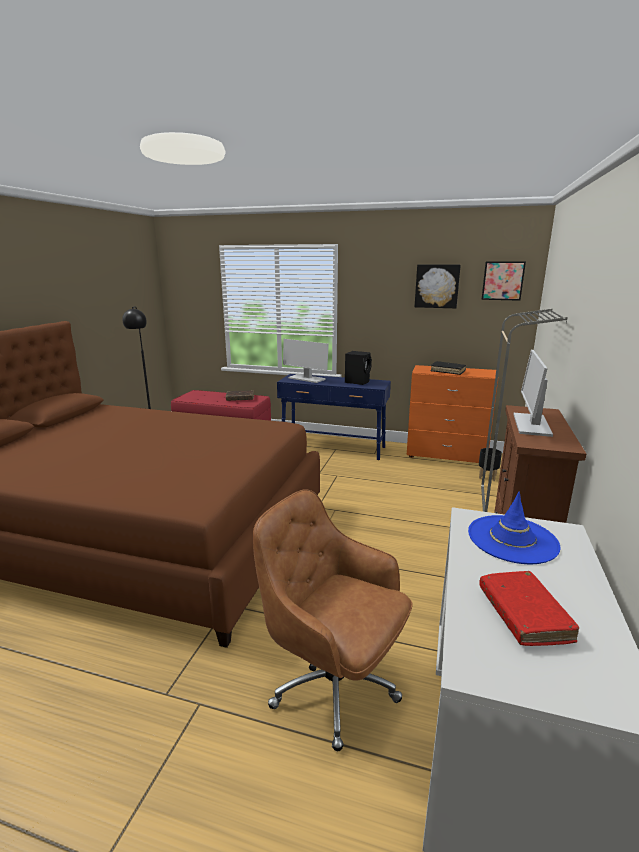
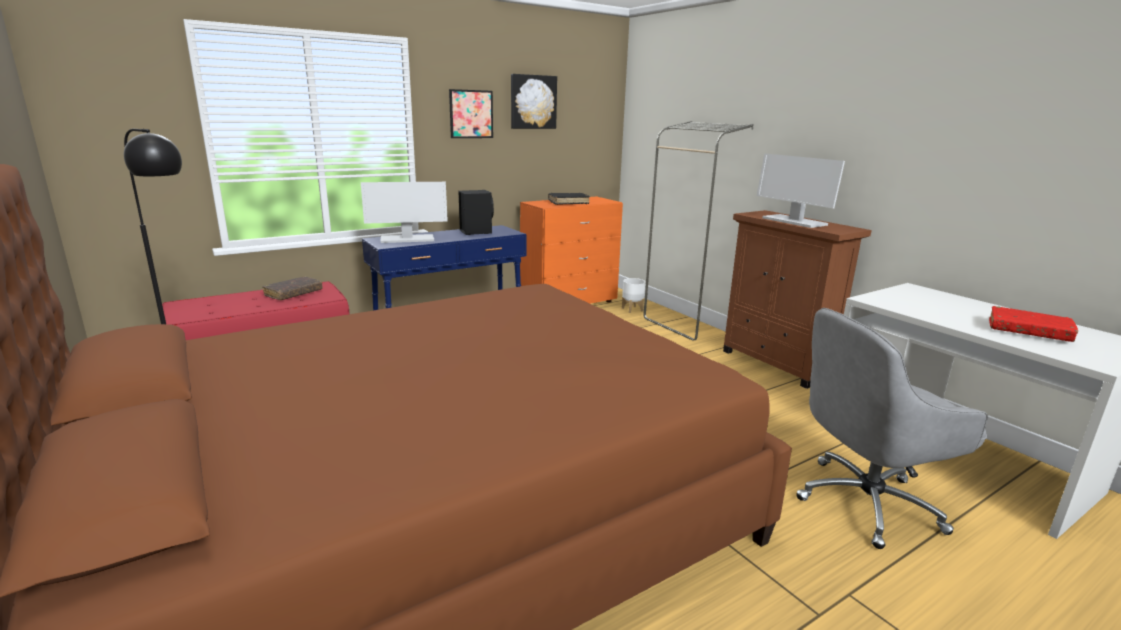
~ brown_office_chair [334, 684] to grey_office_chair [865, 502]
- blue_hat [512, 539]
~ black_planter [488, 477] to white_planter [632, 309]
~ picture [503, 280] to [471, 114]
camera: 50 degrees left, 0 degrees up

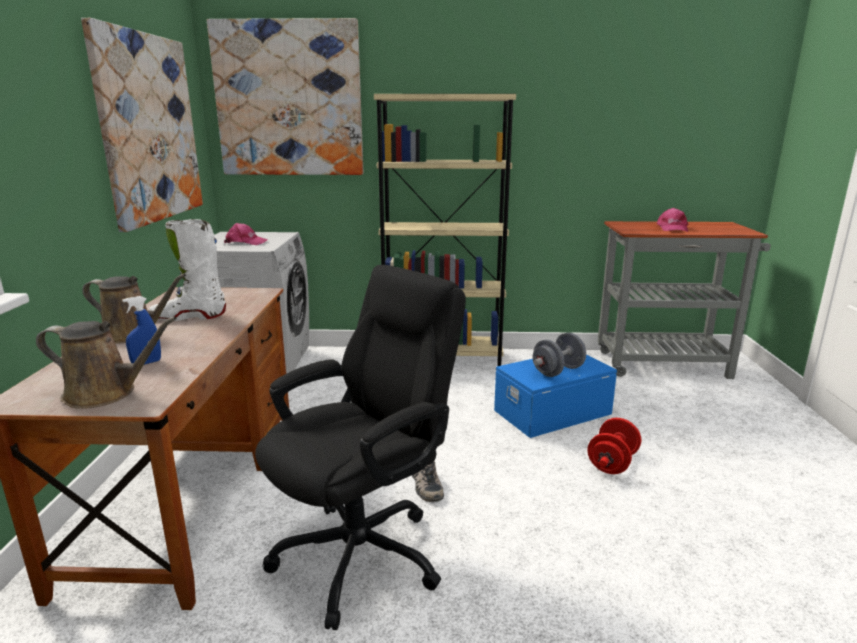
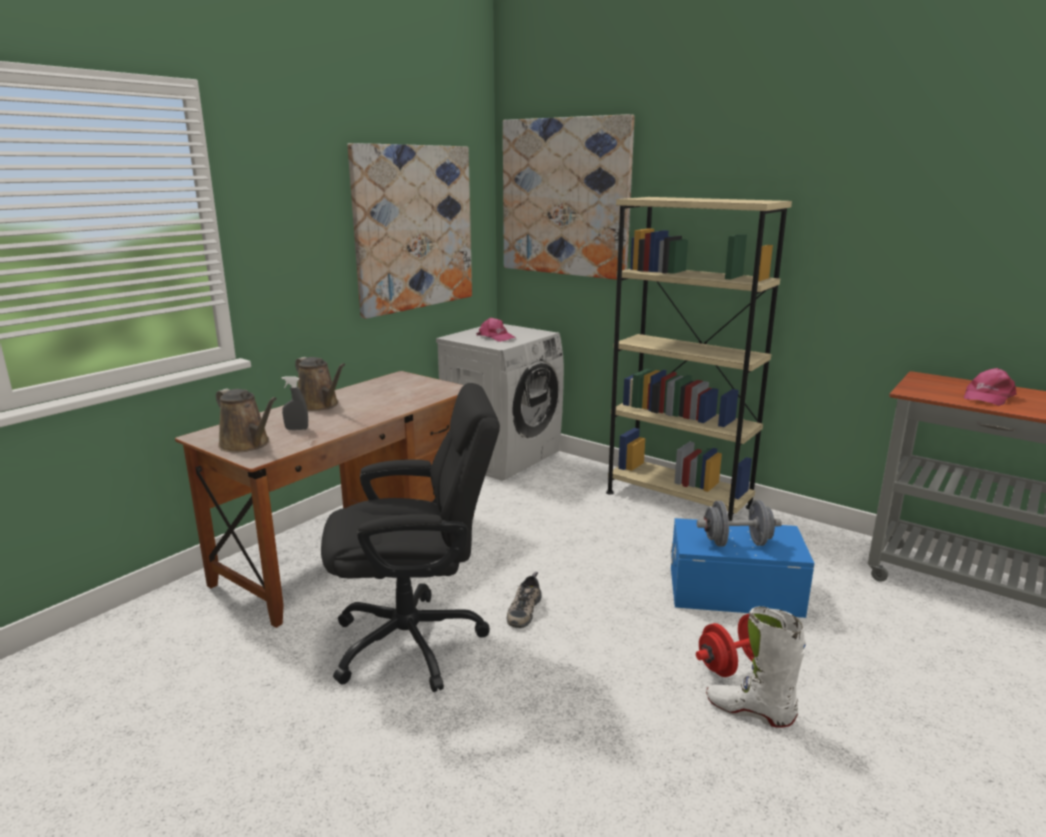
~ blue_spray_bottle [146, 363] to grey_spray_bottle [297, 429]
~ white_boot [189, 317] to [749, 711]
camera: 35 degrees right, 0 degrees up

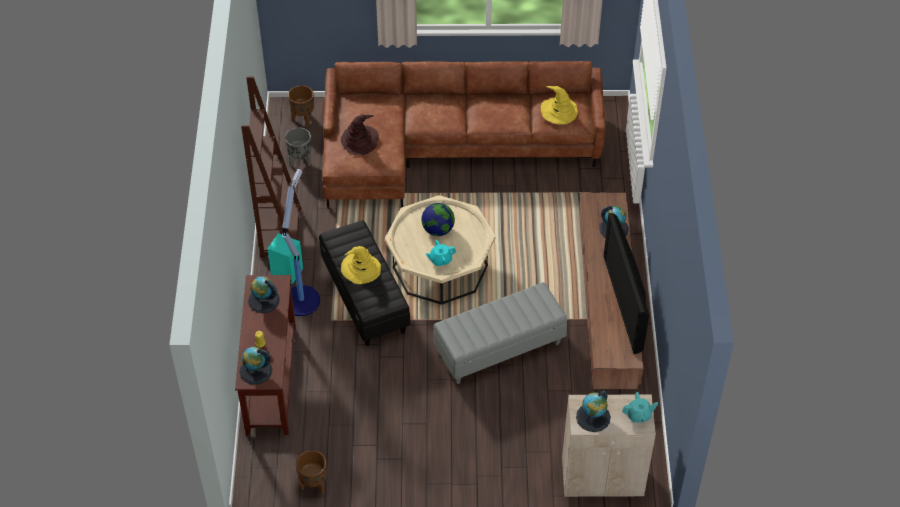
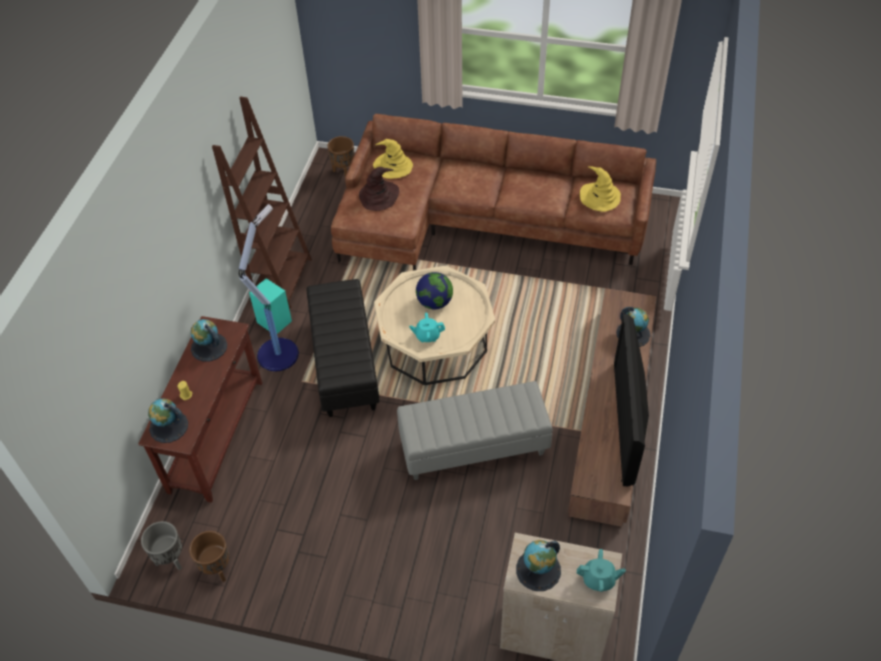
~ grey_planter [300, 161] to [171, 560]
~ yellow_hat [360, 269] to [393, 166]
camera: 15 degrees right, 0 degrees up

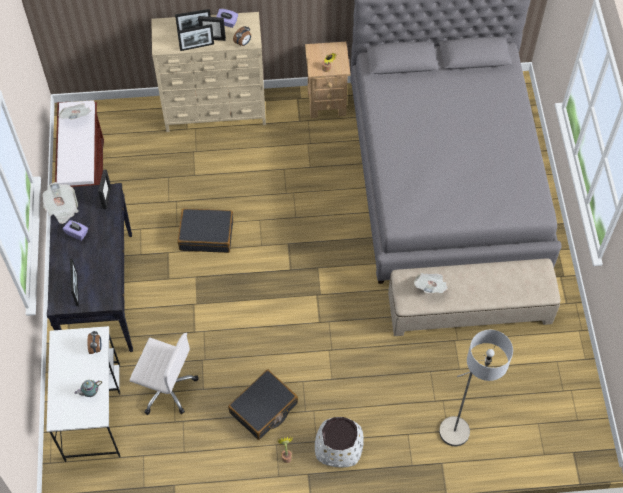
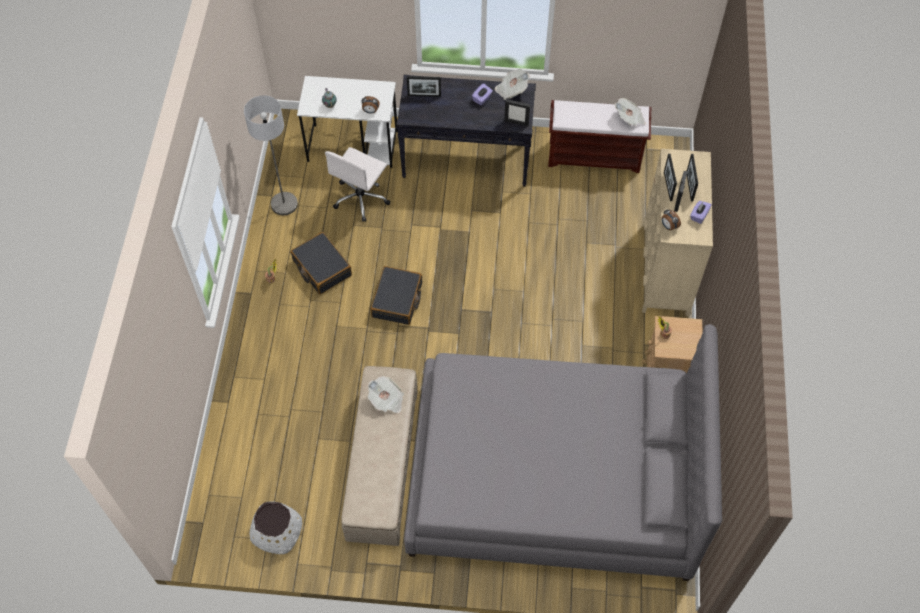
~ black_suitcase [206, 235] to [397, 300]
~ white_planter [339, 446] to [277, 531]
~ grey_floor_lamp [462, 428] to [285, 211]
camera: 100 degrees right, 0 degrees up

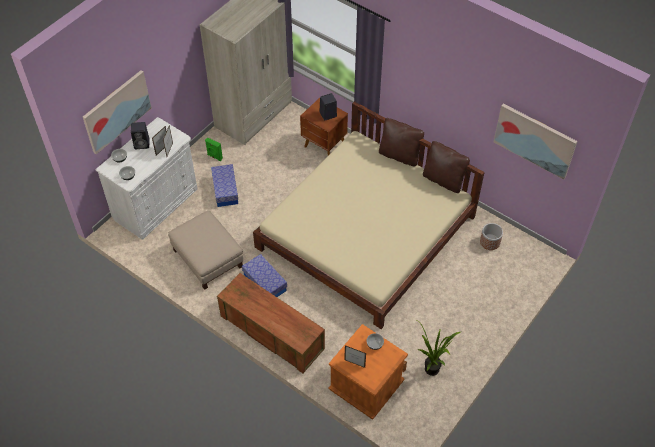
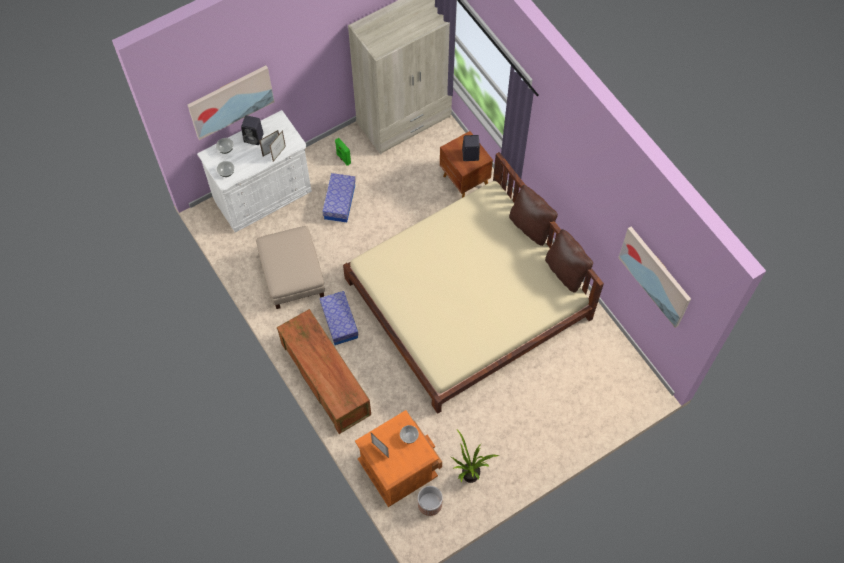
~ planter [490, 242] to [430, 504]
camera: 20 degrees right, 10 degrees up

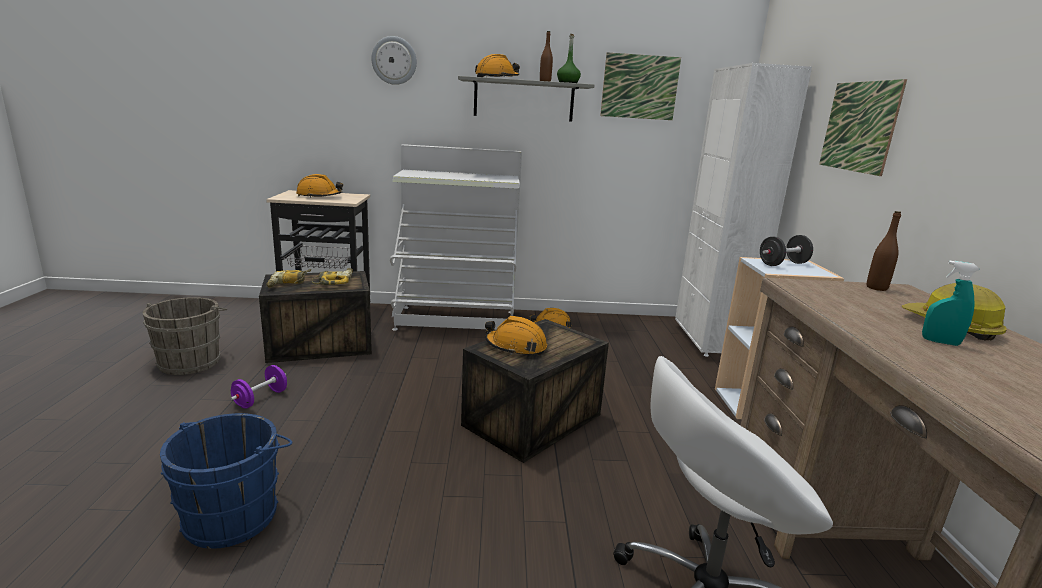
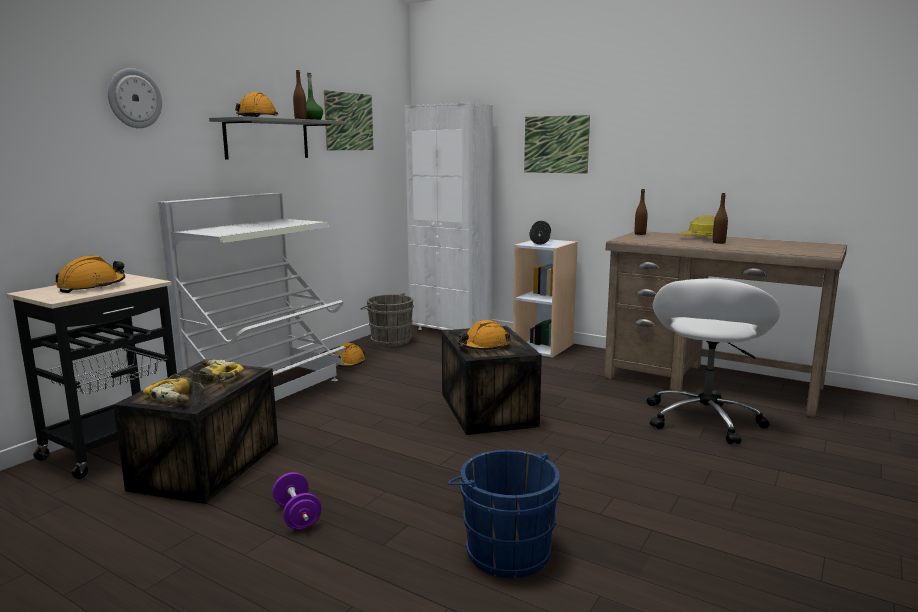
~ grey_bucket [191, 361] to [389, 340]
~ turquoise_spray_bottle [940, 342] to brown_bottle [718, 242]
camera: 55 degrees left, 5 degrees down

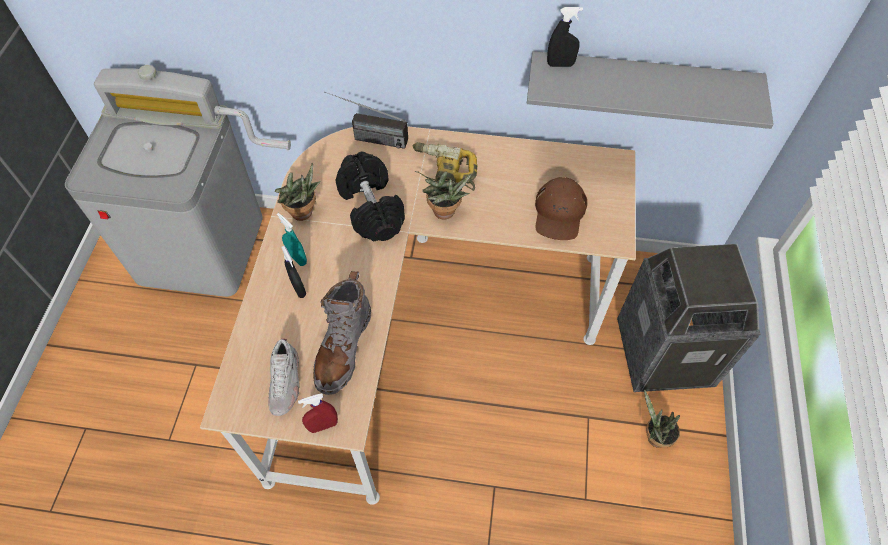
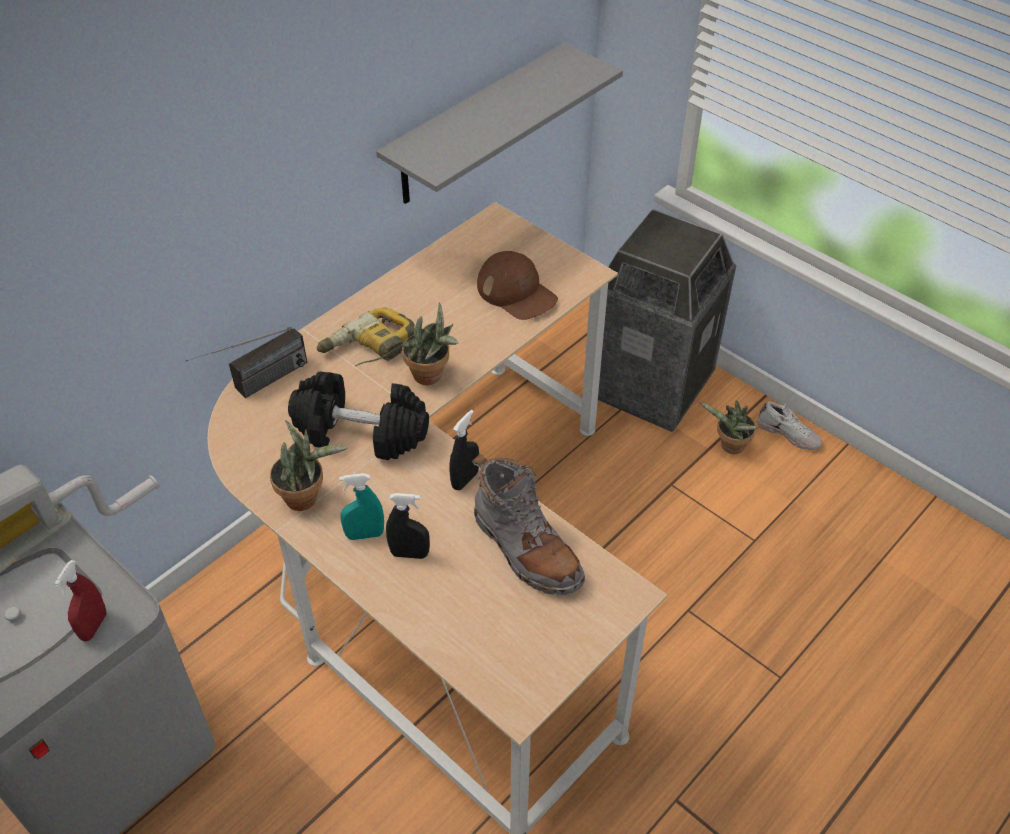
~ white_shoe [285, 382] to [788, 434]
~ red_spray_bottle [323, 425] to [94, 626]
~ black_spray_bottle [560, 64] to [465, 479]
camera: 55 degrees left, 10 degrees down

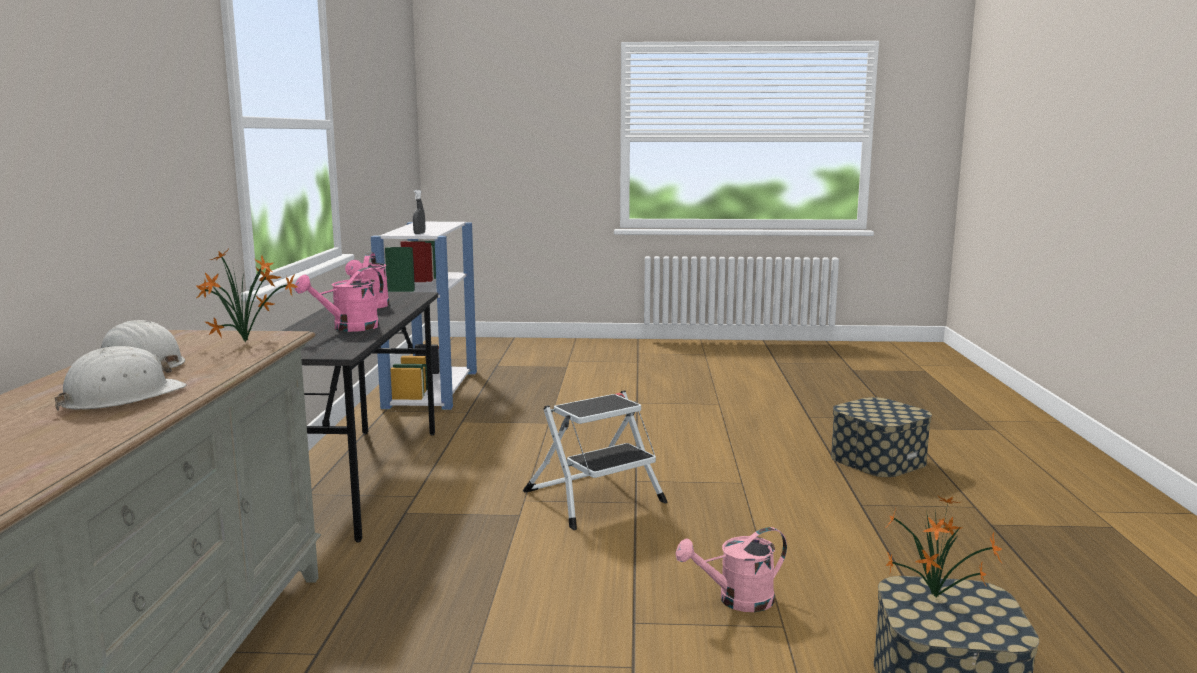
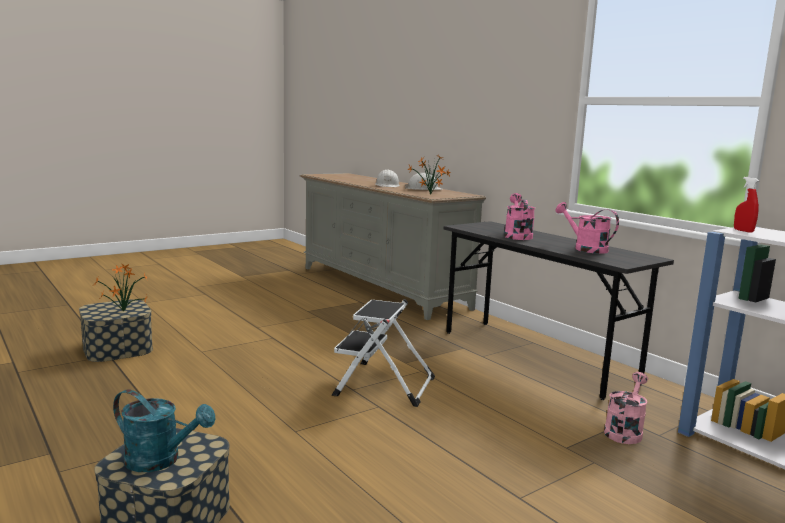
~ grey_spray_bottle [419, 233] to red_spray_bottle [743, 231]
~ pink_watering_can [736, 600] to [624, 431]
+ turquoise_watering_can [161, 461]
camera: 140 degrees right, 0 degrees up

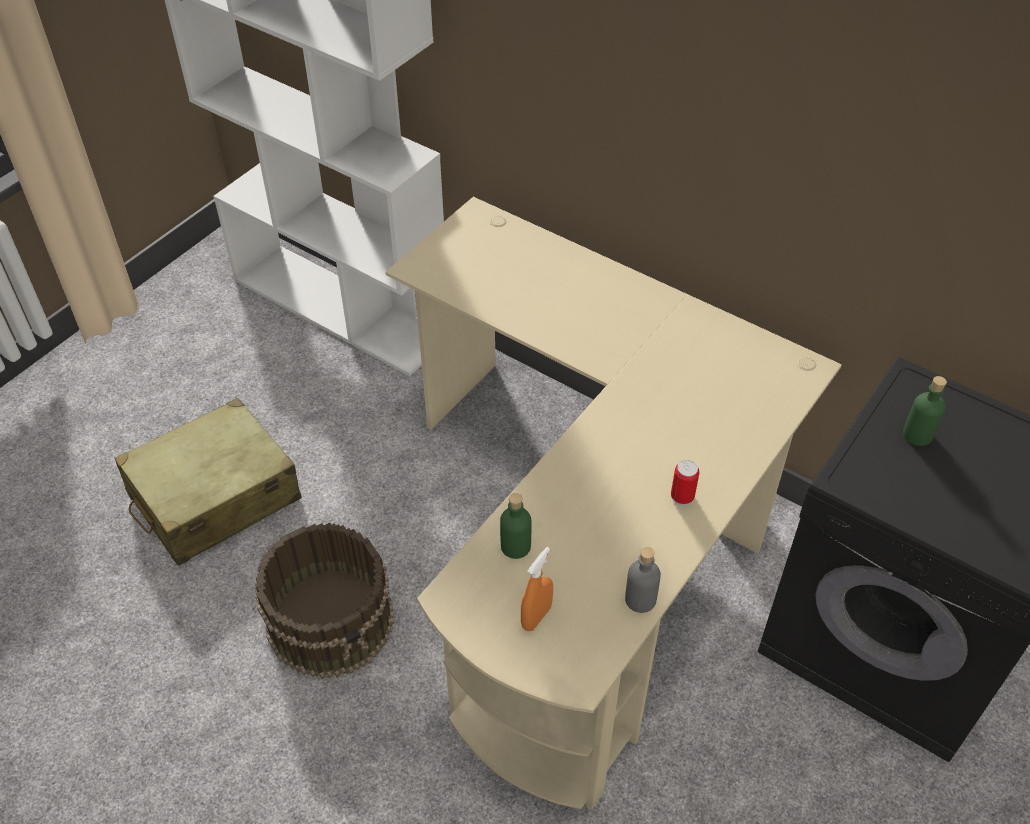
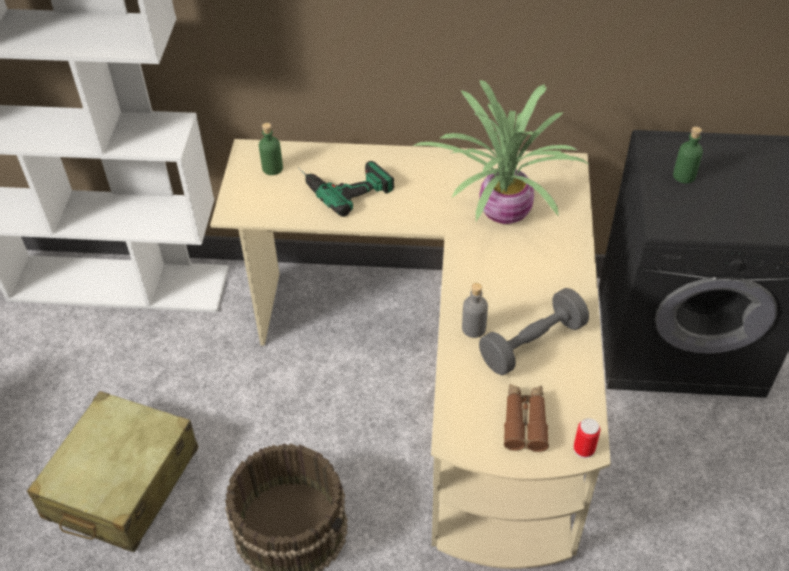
~ green_bottle [515, 546] to [272, 168]
~ orange_spray_bottle [536, 617] to brown_binoculars [525, 421]
~ grey_bottle [640, 599] to [473, 328]
~ can [682, 496] to [584, 449]
+ power_drill [343, 184]
+ potted_plant [502, 211]
+ grey_dumbbell [532, 344]
camera: 30 degrees left, 0 degrees up

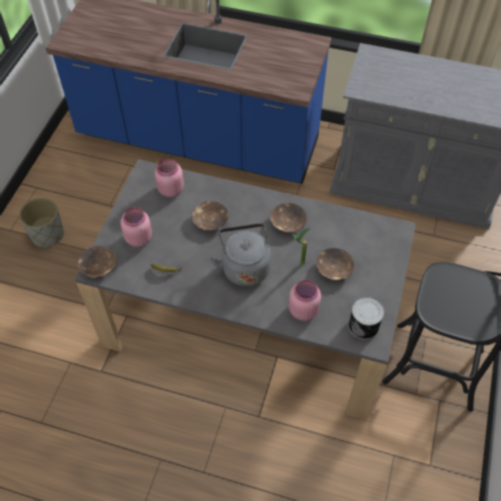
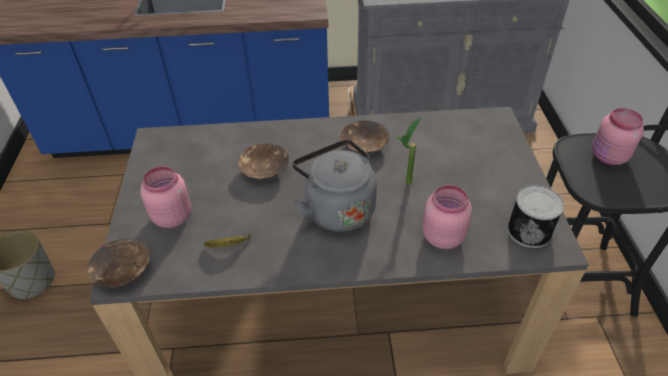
~ pink_jar [170, 190] to [608, 157]
- brown_bowl [333, 269]
camera: 20 degrees left, 10 degrees down

